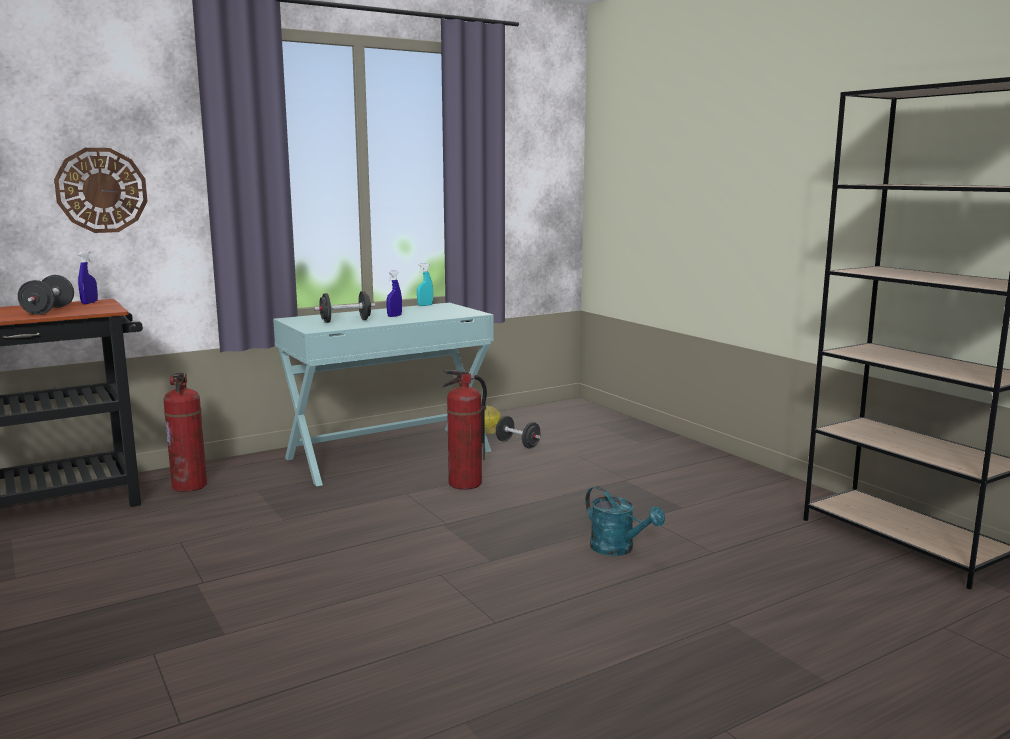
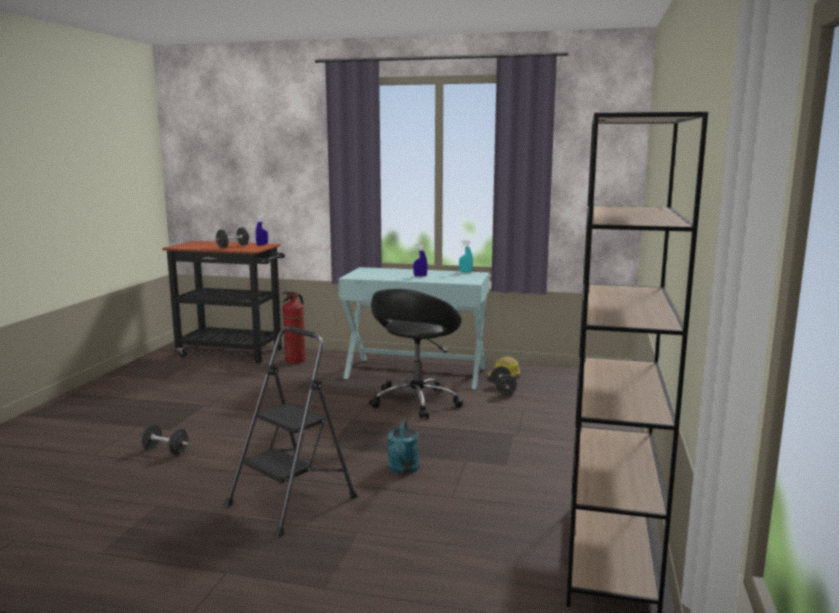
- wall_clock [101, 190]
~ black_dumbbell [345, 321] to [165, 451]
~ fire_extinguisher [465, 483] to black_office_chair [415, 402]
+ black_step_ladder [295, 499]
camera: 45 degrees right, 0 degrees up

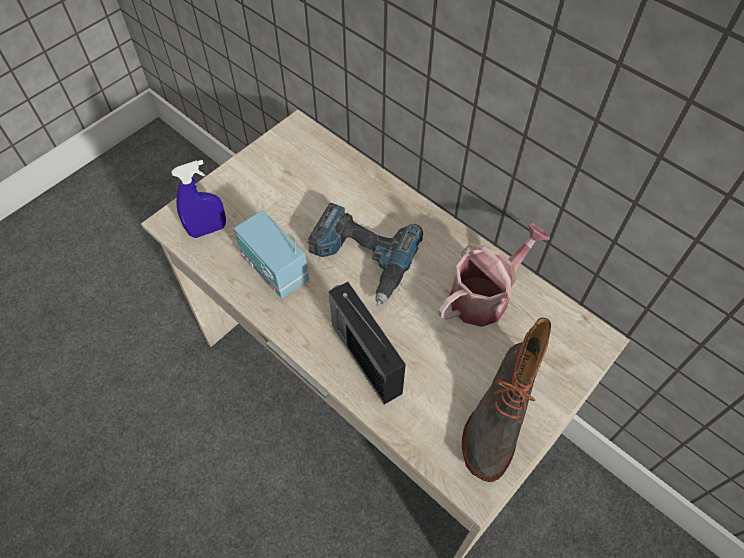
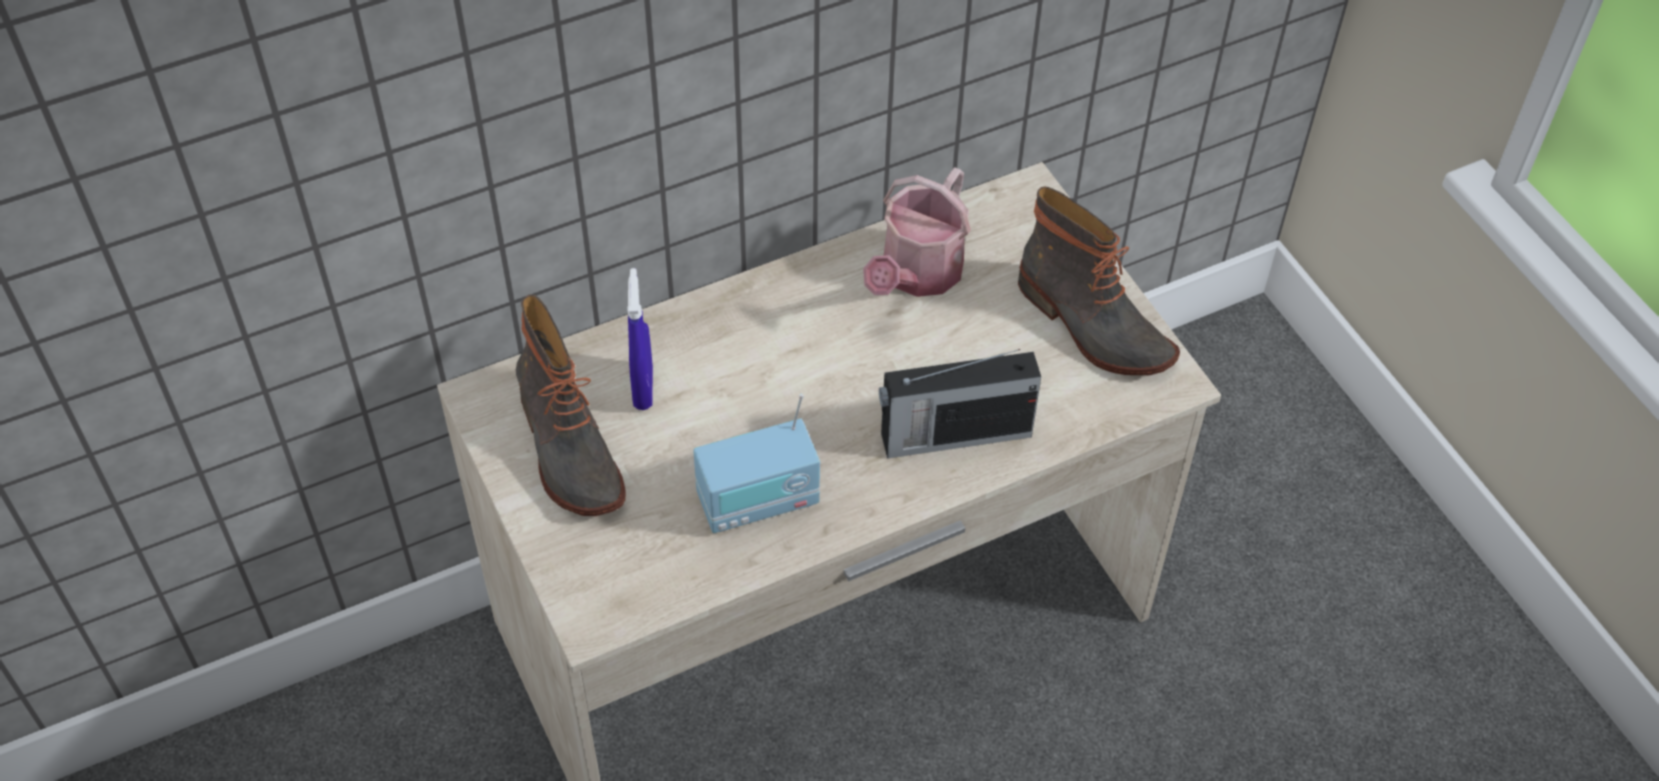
~ blue_spray_bottle [208, 230] to [643, 388]
- power_drill [361, 258]
~ watering_can [485, 295] = [916, 274] 135 degrees counterclockwise
+ boot [567, 449]
camera: 70 degrees left, 5 degrees down

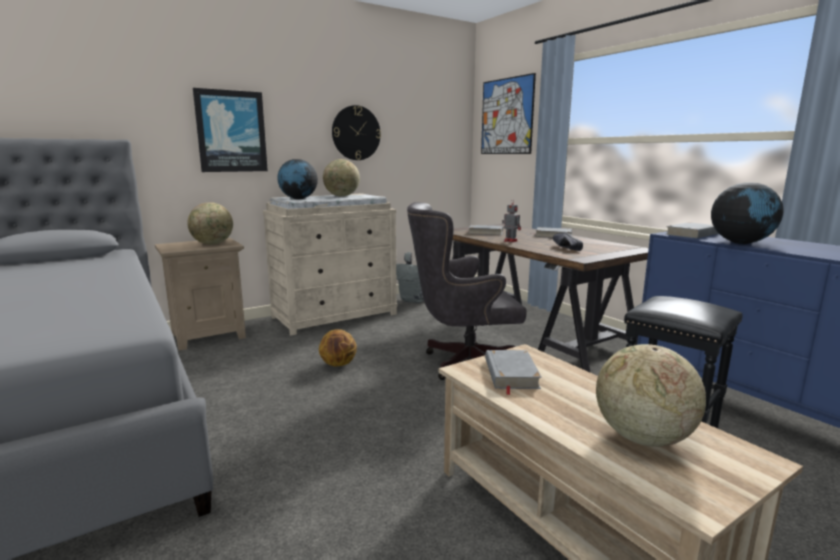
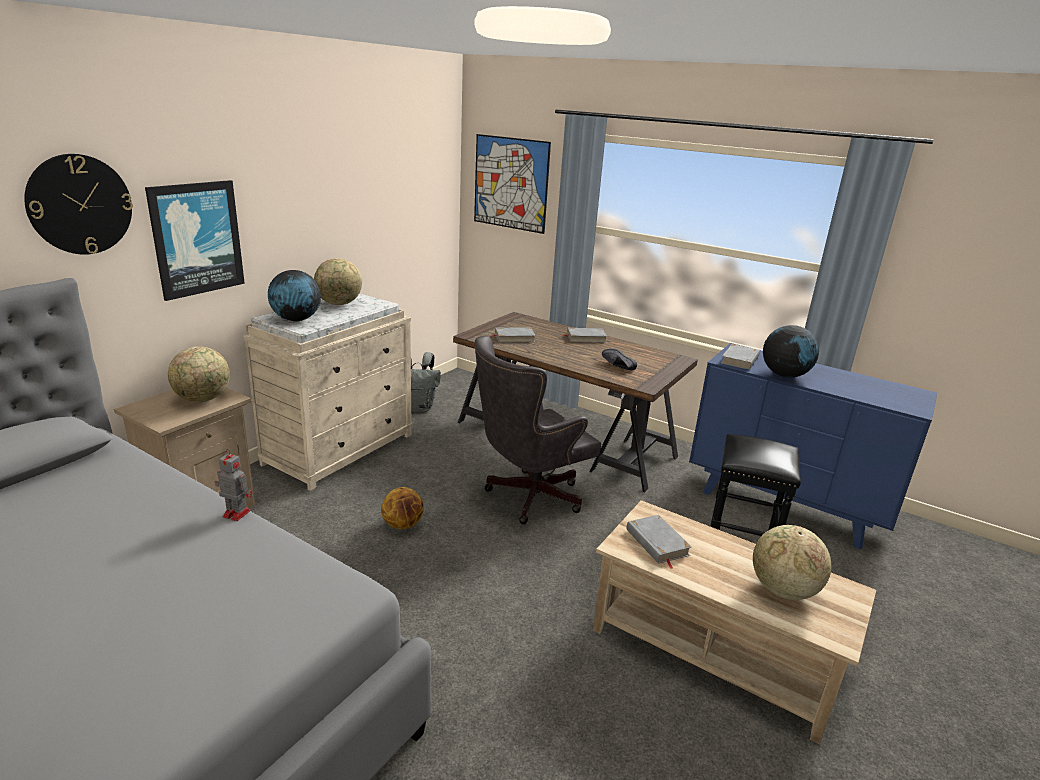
~ wall_clock [356, 133] to [80, 204]
~ toy_robot [510, 241] to [235, 513]
camera: 25 degrees left, 10 degrees up

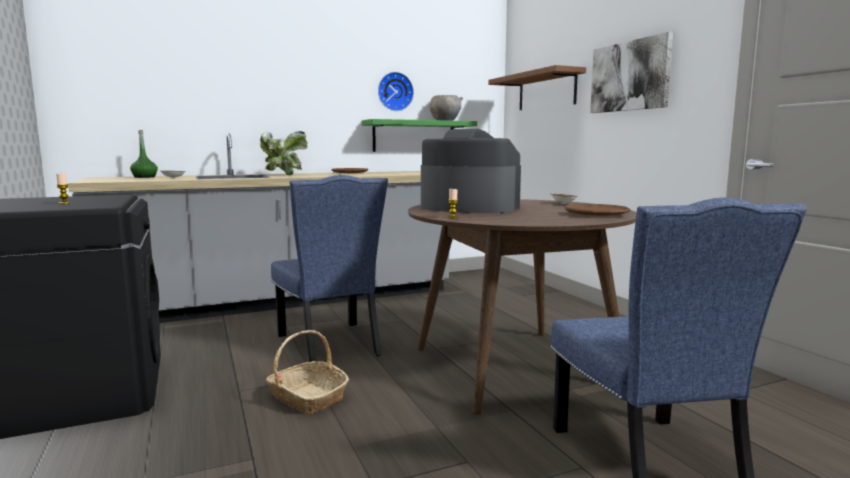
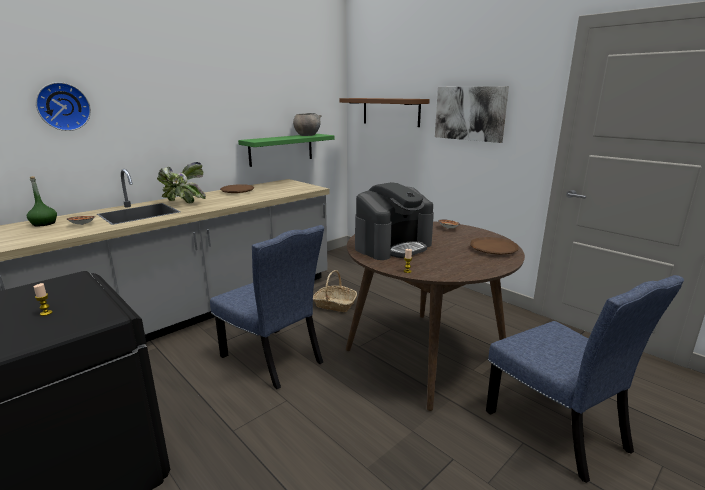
~ basket [307, 397] to [334, 304]
~ wall_clock [394, 91] to [63, 106]
~ coffee_machine [468, 208] = [393, 246] 135 degrees clockwise
camera: 20 degrees left, 10 degrees up

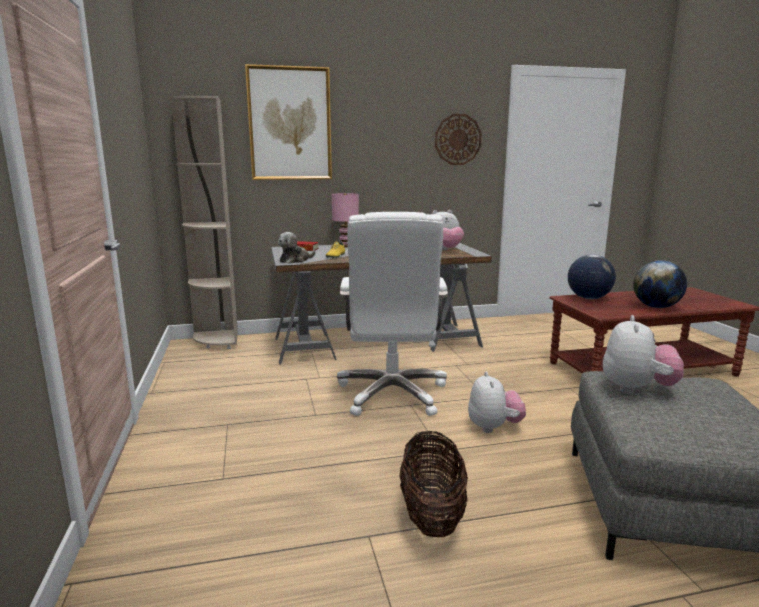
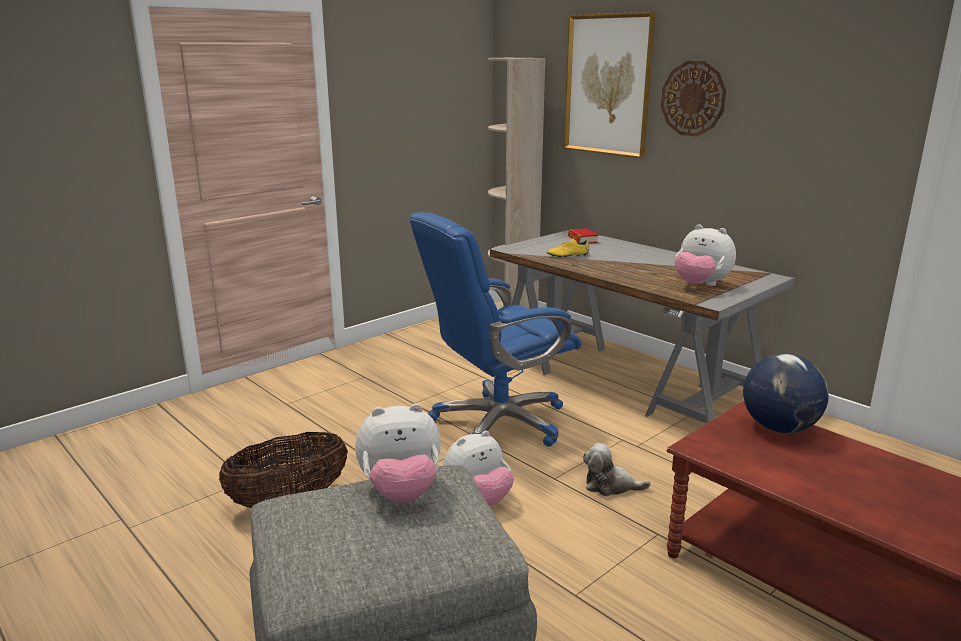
~ plush_toy [295, 260] to [610, 486]
- pink_table_lamp [346, 246]
~ white_office_chair [392, 393] to blue_office_chair [498, 424]
~ wall_clock [458, 139] to [693, 98]
- globe [656, 307]
camera: 60 degrees right, 5 degrees up

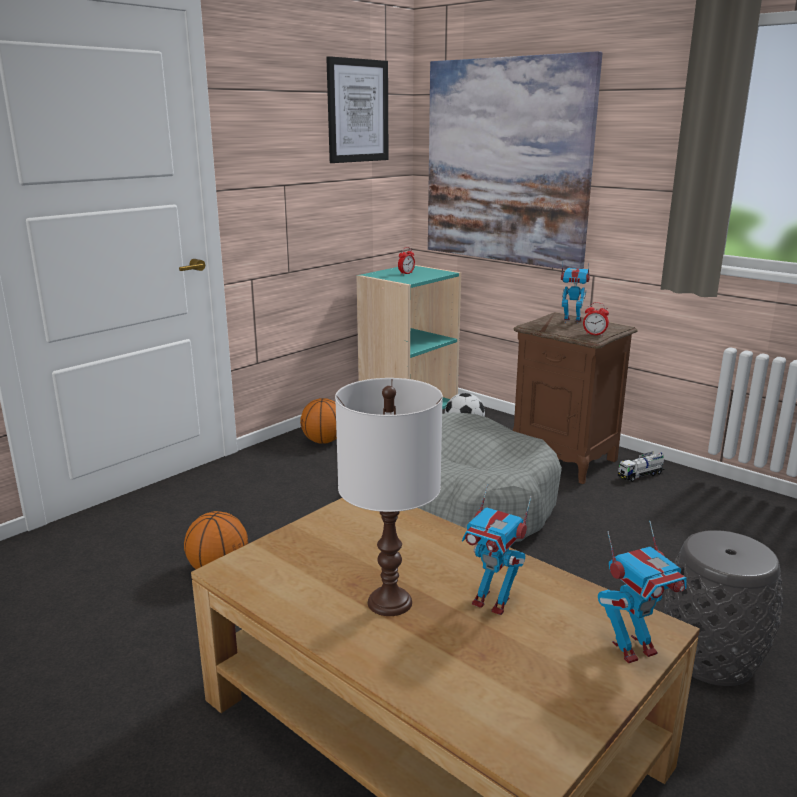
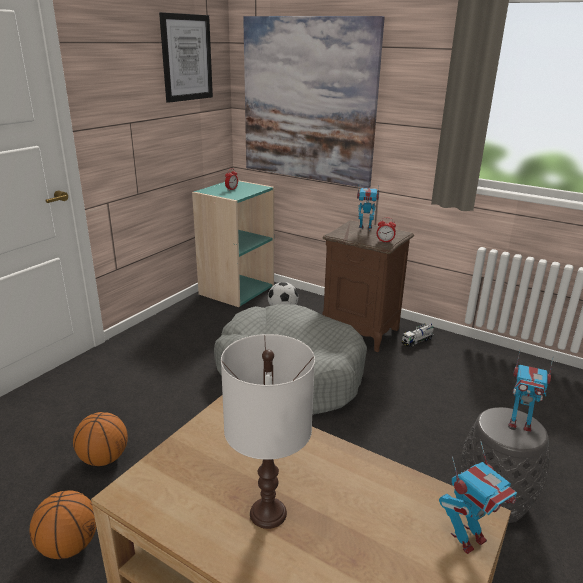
~ basketball [323, 441] to [69, 546]
~ toy_robot [492, 602] to [520, 423]
camera: 10 degrees left, 5 degrees up

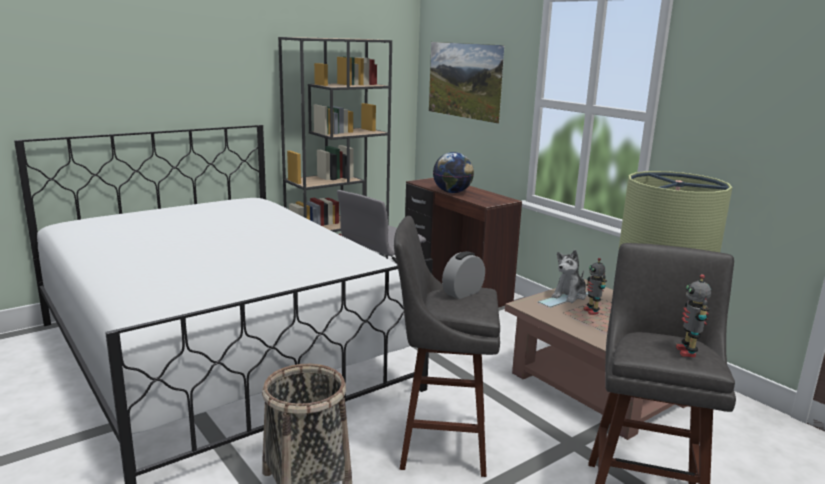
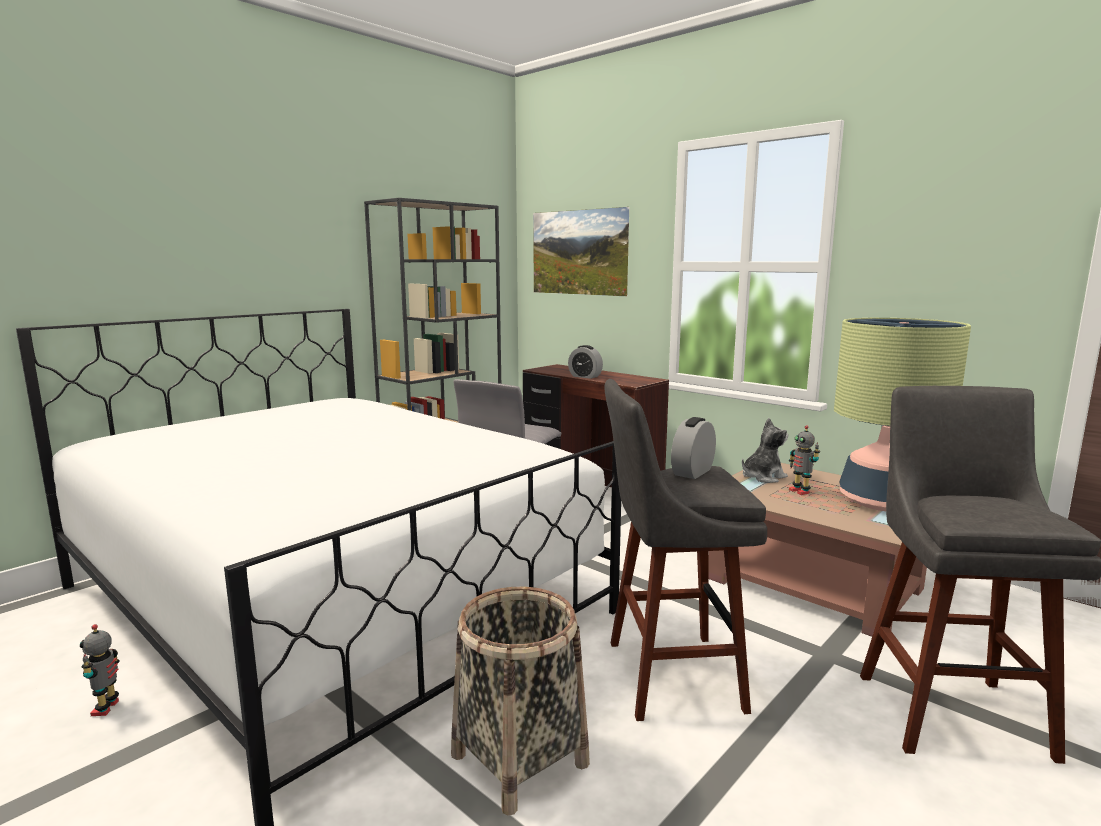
~ globe [452, 192] to alarm_clock [585, 376]
~ plush_toy [569, 295] = [762, 477] 150 degrees counterclockwise
~ toy_robot [687, 352] to [107, 708]
camera: 10 degrees left, 5 degrees down

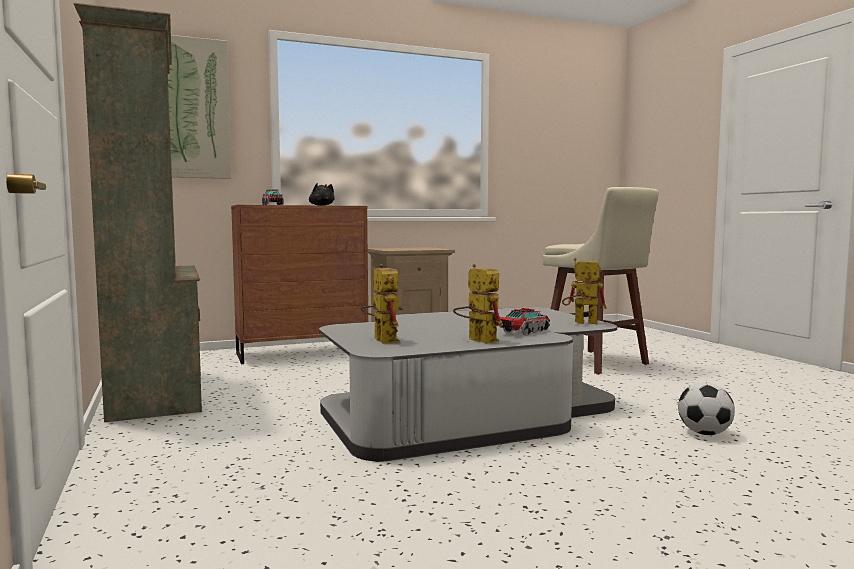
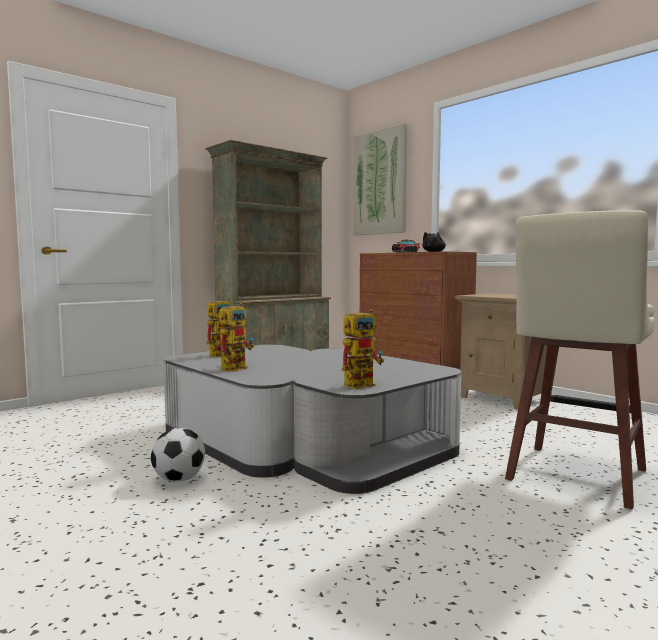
- toy_truck [525, 332]
~ toy_robot [580, 322] = [363, 384] 60 degrees clockwise
~ football [704, 433] to [179, 479]
camera: 70 degrees right, 0 degrees up

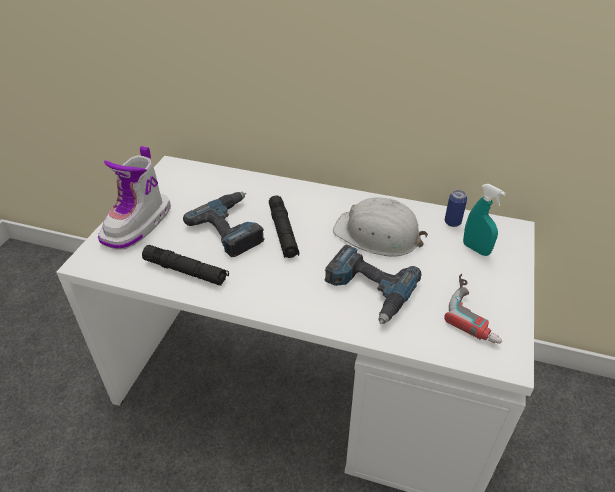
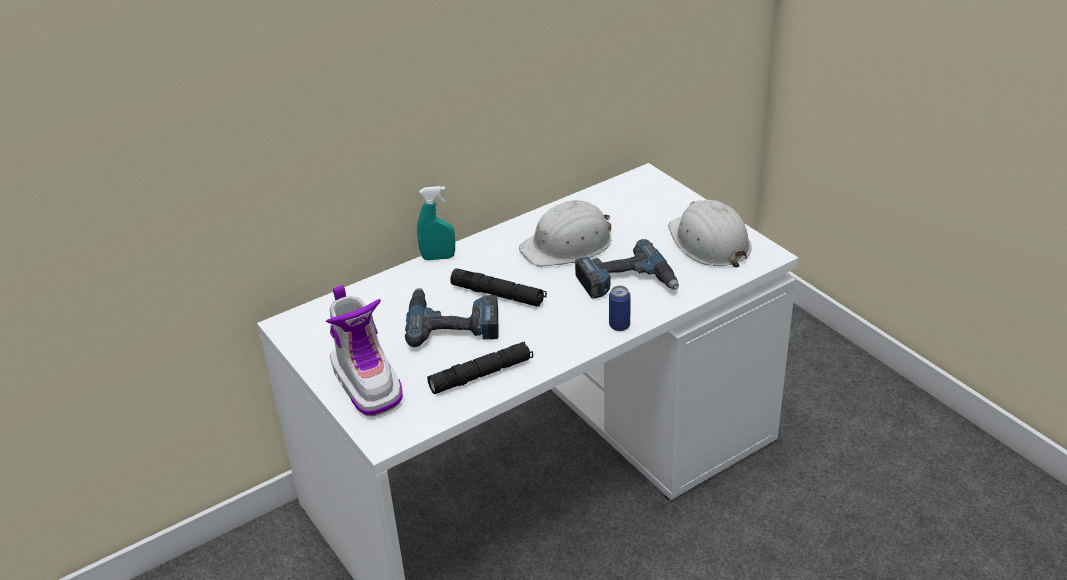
~ power_drill [477, 312] to white_hard_hat [709, 242]
~ can [452, 222] to [619, 325]
~ turquoise_spray_bottle [476, 249] to [438, 257]
camera: 50 degrees left, 5 degrees down

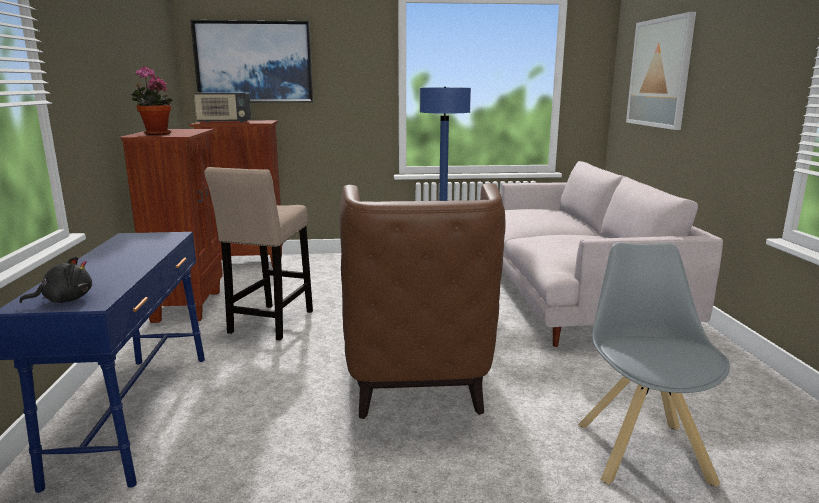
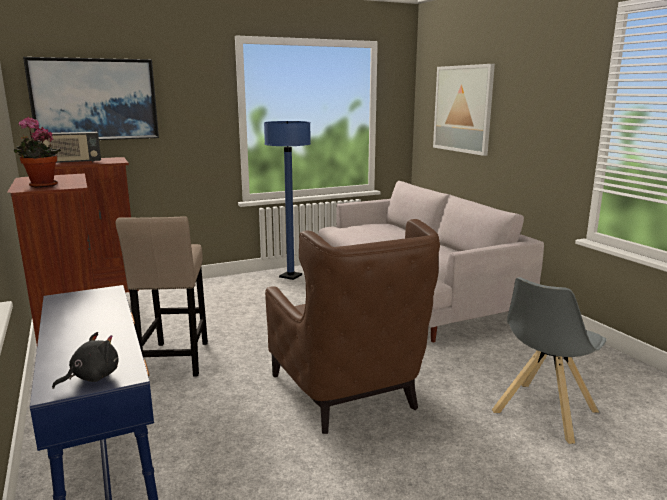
~ grey_chair [642, 449] = [543, 412] 120 degrees counterclockwise
camera: 20 degrees left, 0 degrees up

